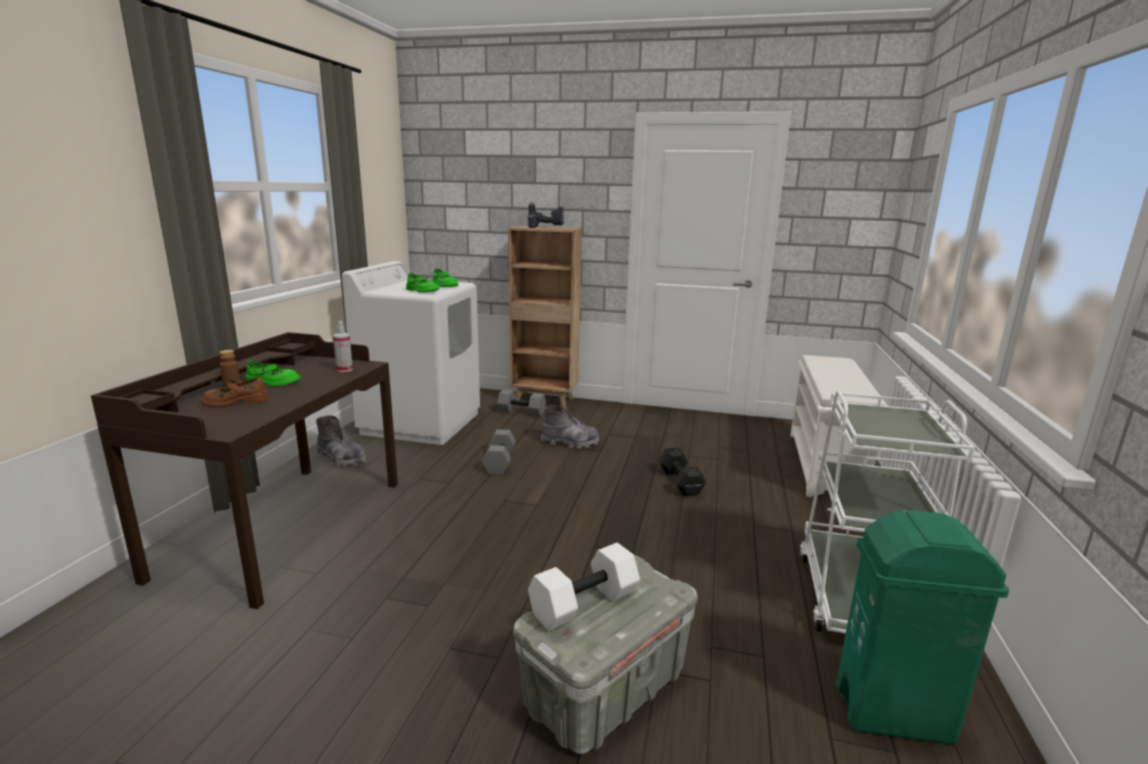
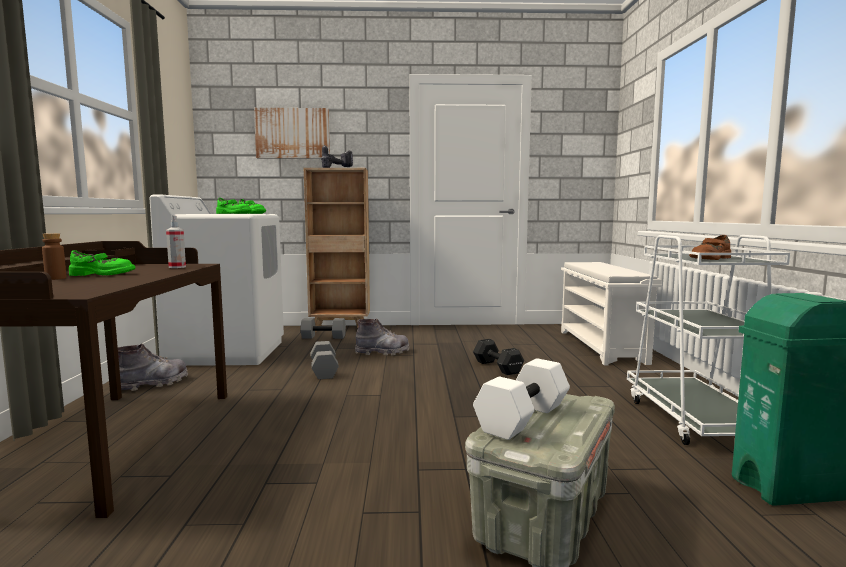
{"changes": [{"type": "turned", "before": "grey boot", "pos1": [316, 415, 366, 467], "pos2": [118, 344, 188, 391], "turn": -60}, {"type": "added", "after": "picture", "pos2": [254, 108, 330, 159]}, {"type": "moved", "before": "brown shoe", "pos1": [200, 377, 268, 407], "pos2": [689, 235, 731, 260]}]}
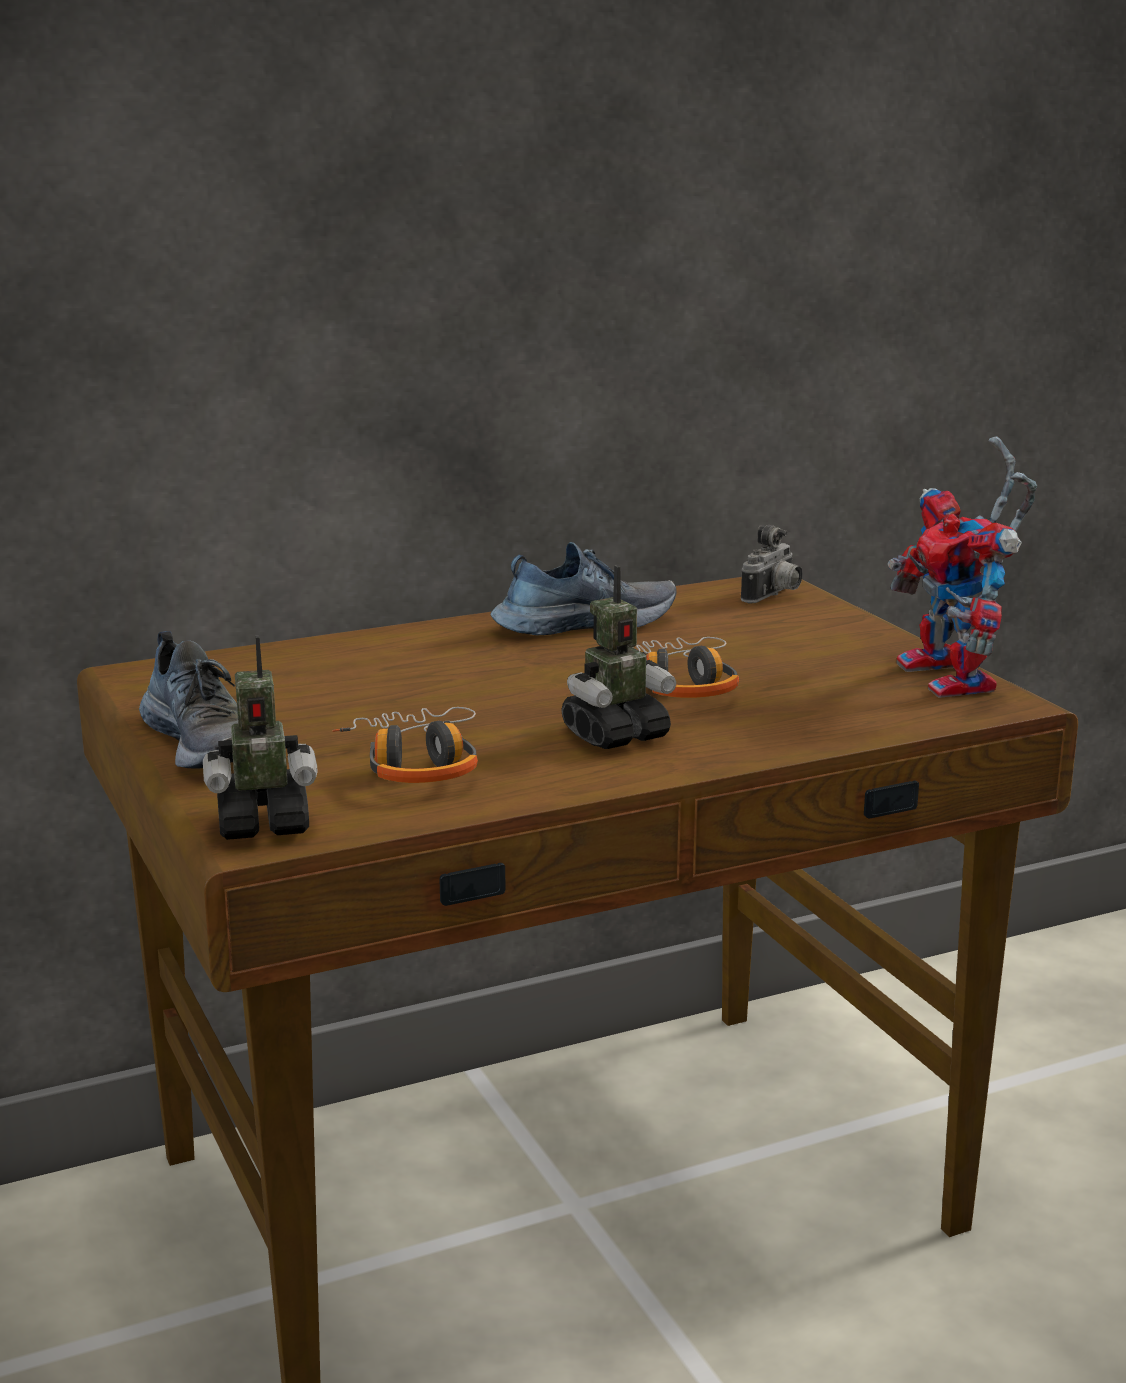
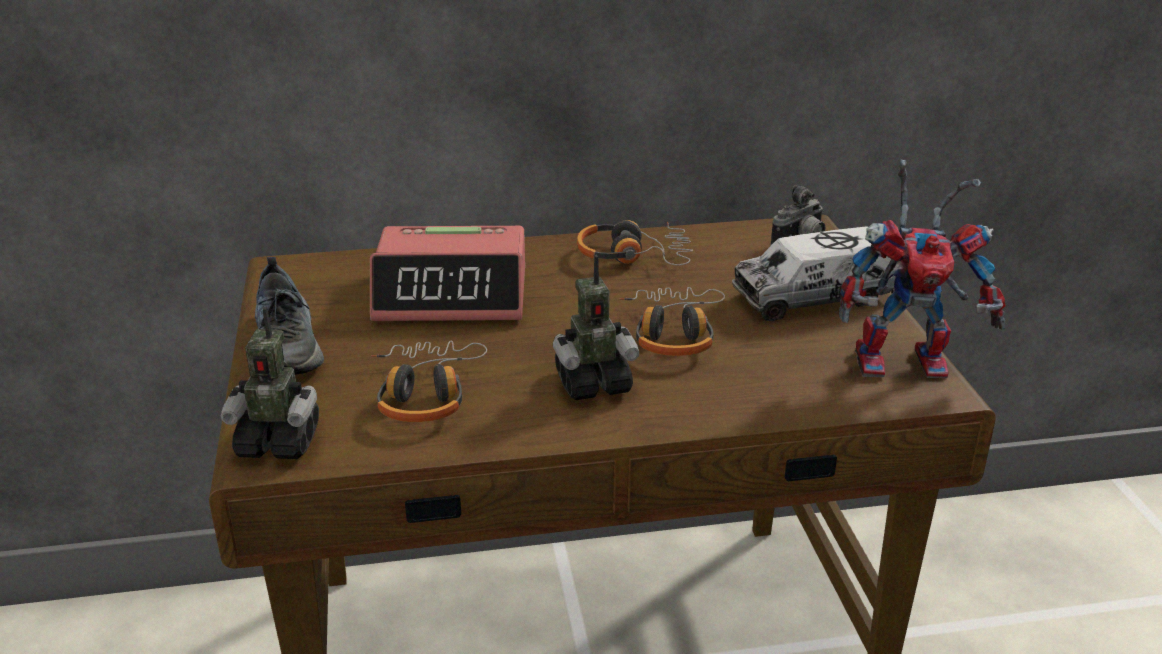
{"changes": [{"type": "added", "after": "alarm clock", "pos2": [370, 226, 525, 321]}, {"type": "replaced", "before": "shoe", "after": "headphones", "pos1": [490, 542, 677, 635], "pos2": [577, 220, 693, 265]}, {"type": "added", "after": "toy truck", "pos2": [732, 227, 895, 321]}, {"type": "turned", "before": "toy robot", "pos1": [887, 436, 1038, 698], "pos2": [839, 159, 1006, 378], "turn": -90}]}
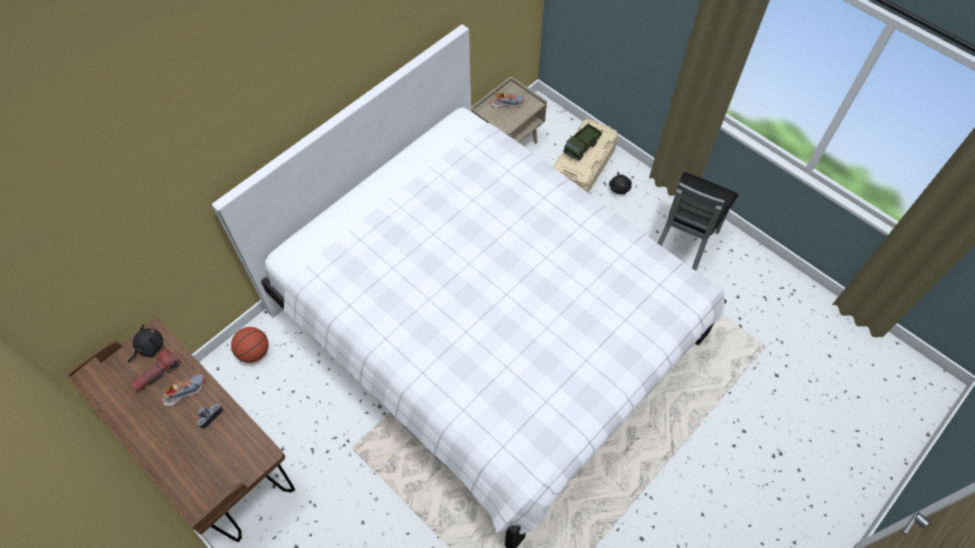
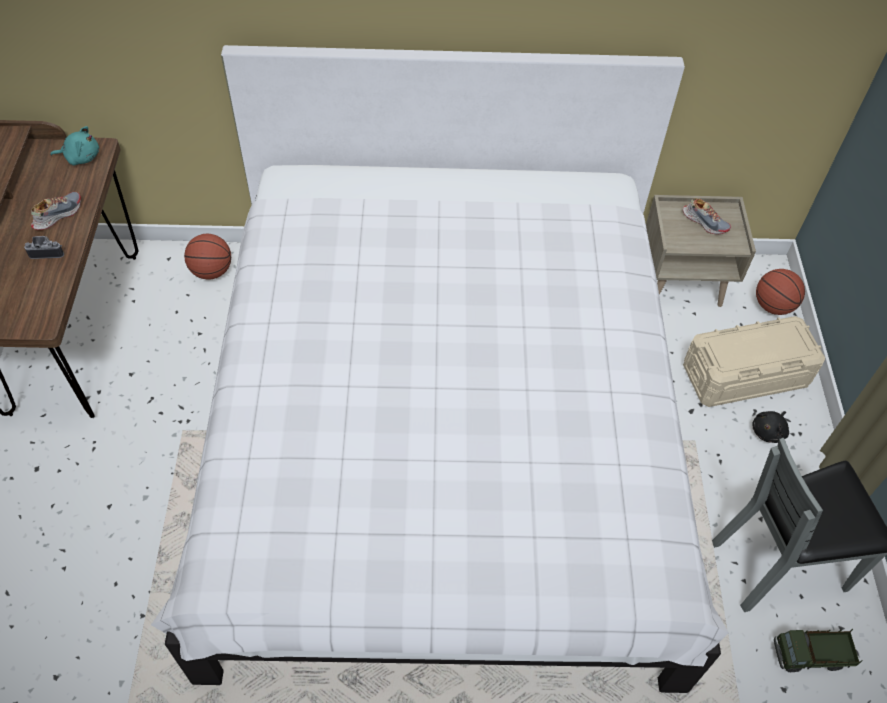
{"changes": [{"type": "turned", "before": "shoe", "pos1": [162, 374, 205, 406], "pos2": [31, 192, 81, 230], "turn": -60}, {"type": "recoloured", "before": "black plush toy", "after": "turquoise plush toy", "pos1": [128, 324, 163, 363], "pos2": [51, 126, 99, 165]}, {"type": "added", "after": "basketball", "pos2": [756, 269, 805, 315]}, {"type": "moved", "before": "toy truck", "pos1": [563, 121, 602, 161], "pos2": [774, 629, 862, 672]}, {"type": "removed", "before": "flashlight", "pos1": [130, 350, 180, 392]}]}
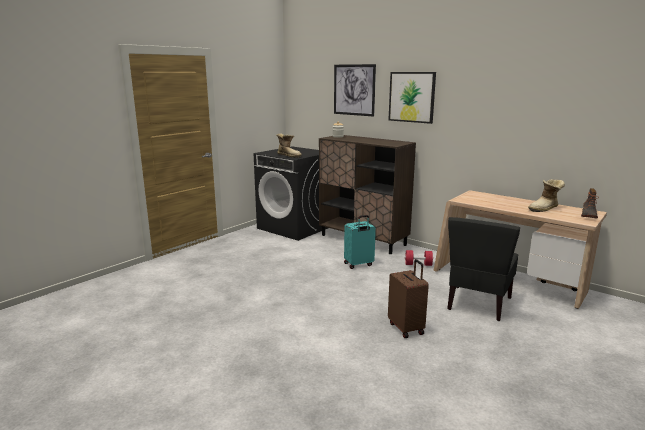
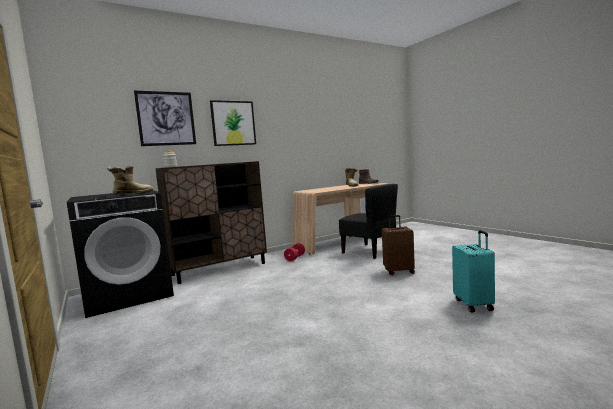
{"changes": [{"type": "moved", "before": "turquoise suitcase", "pos1": [344, 215, 376, 269], "pos2": [452, 230, 495, 313]}]}
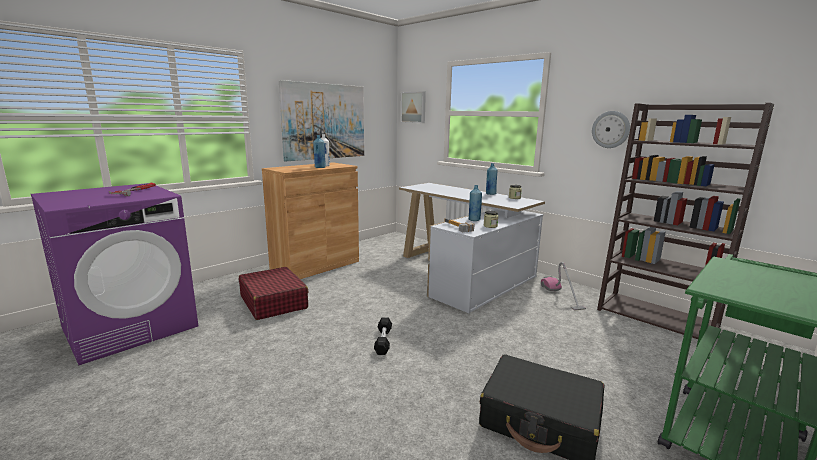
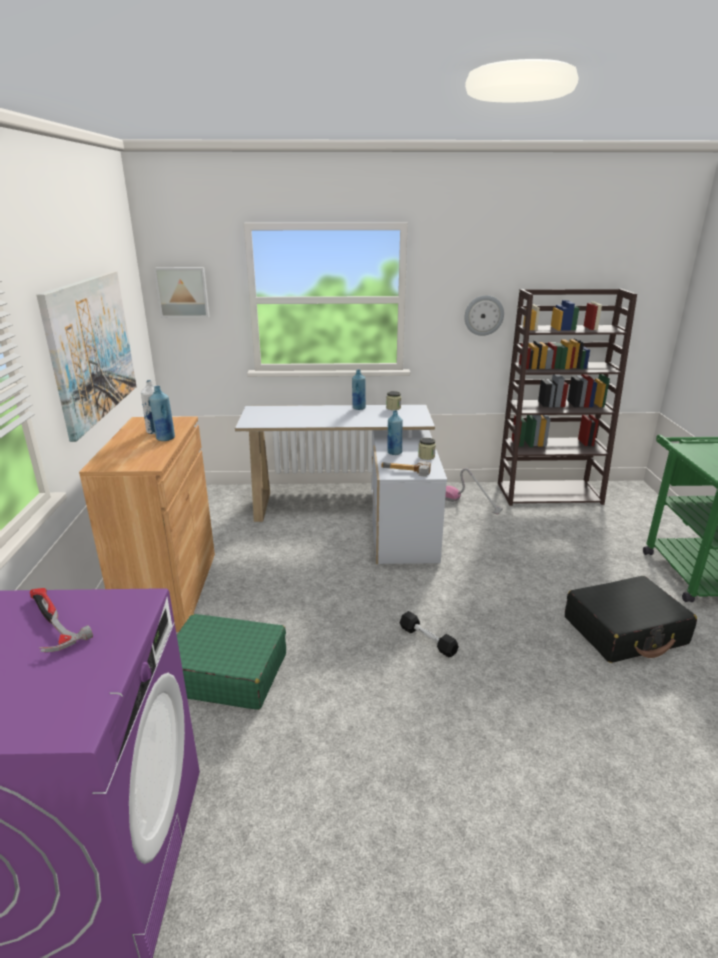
{"changes": [{"type": "recoloured", "before": "red suitcase", "after": "green suitcase", "pos1": [239, 267, 308, 320], "pos2": [177, 614, 286, 710]}]}
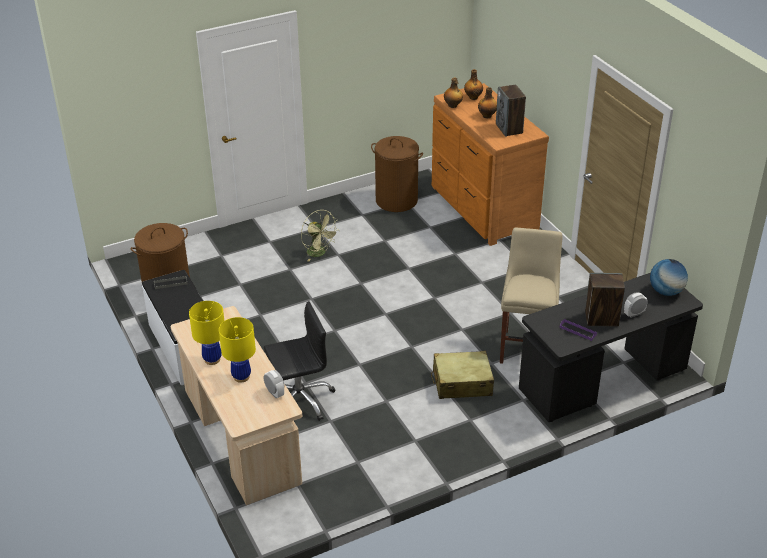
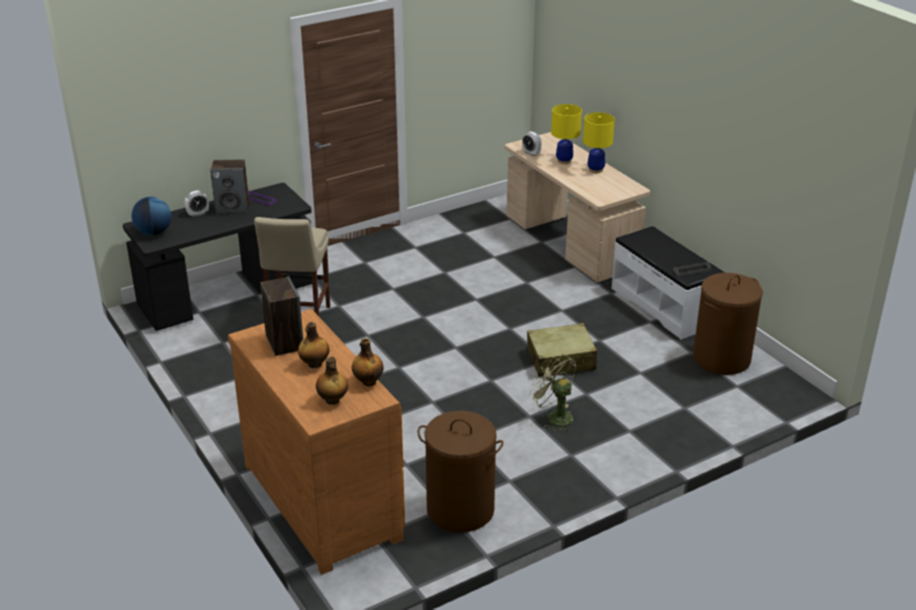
{"changes": [{"type": "moved", "before": "beige suitcase", "pos1": [431, 351, 494, 399], "pos2": [527, 323, 597, 378]}, {"type": "removed", "before": "black office chair", "pos1": [264, 301, 335, 421]}]}
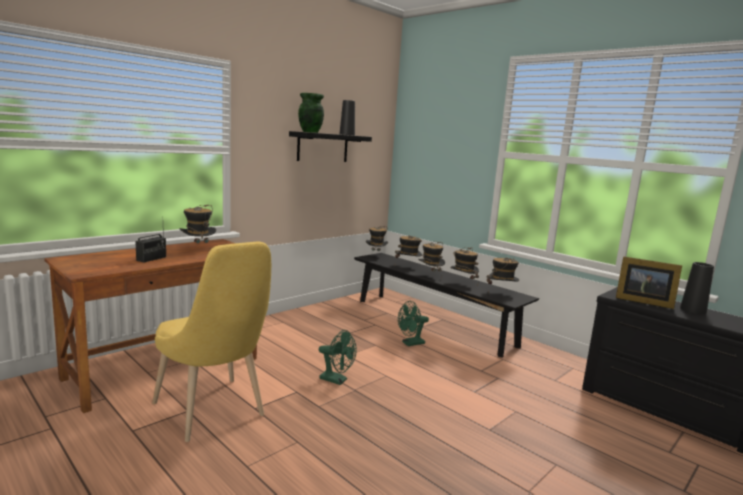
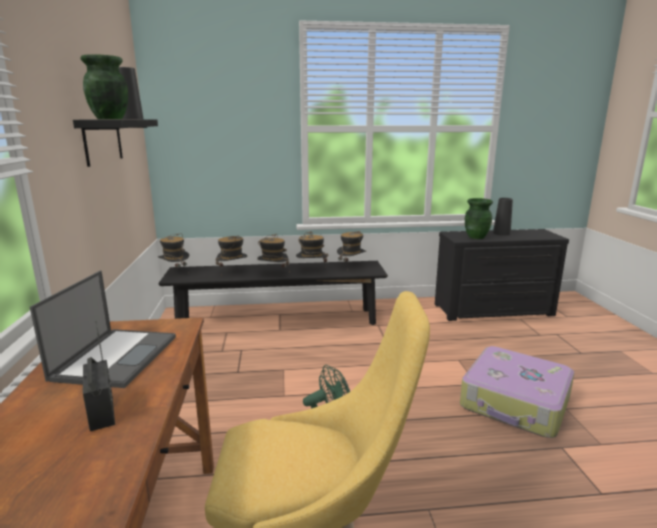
{"changes": [{"type": "replaced", "before": "hat", "after": "laptop", "pos1": [180, 205, 216, 245], "pos2": [30, 270, 176, 388]}, {"type": "added", "after": "suitcase", "pos2": [460, 346, 574, 438]}, {"type": "replaced", "before": "picture frame", "after": "green vase", "pos1": [616, 256, 682, 309], "pos2": [465, 198, 493, 239]}, {"type": "removed", "before": "green fan", "pos1": [398, 301, 429, 346]}]}
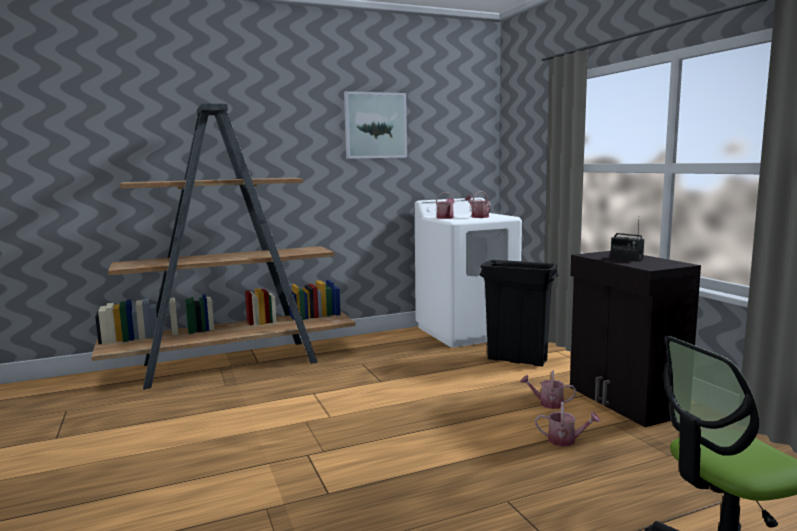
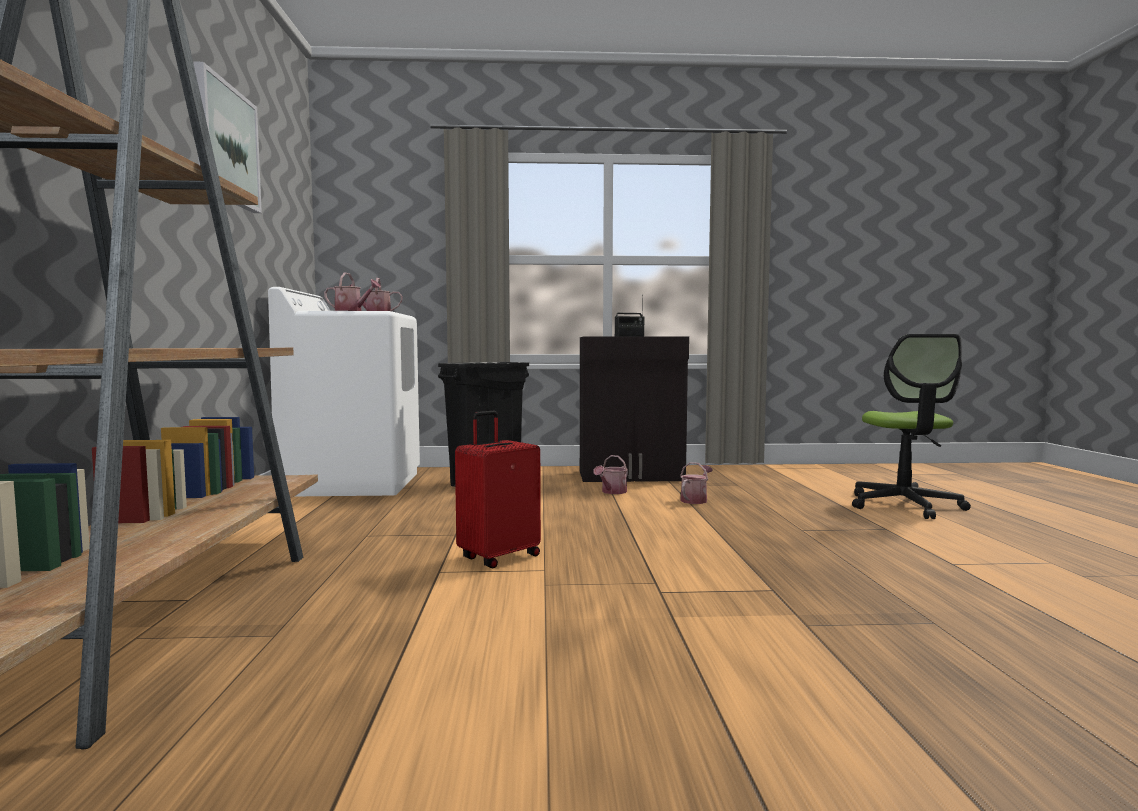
{"changes": [{"type": "added", "after": "red suitcase", "pos2": [455, 411, 541, 568]}]}
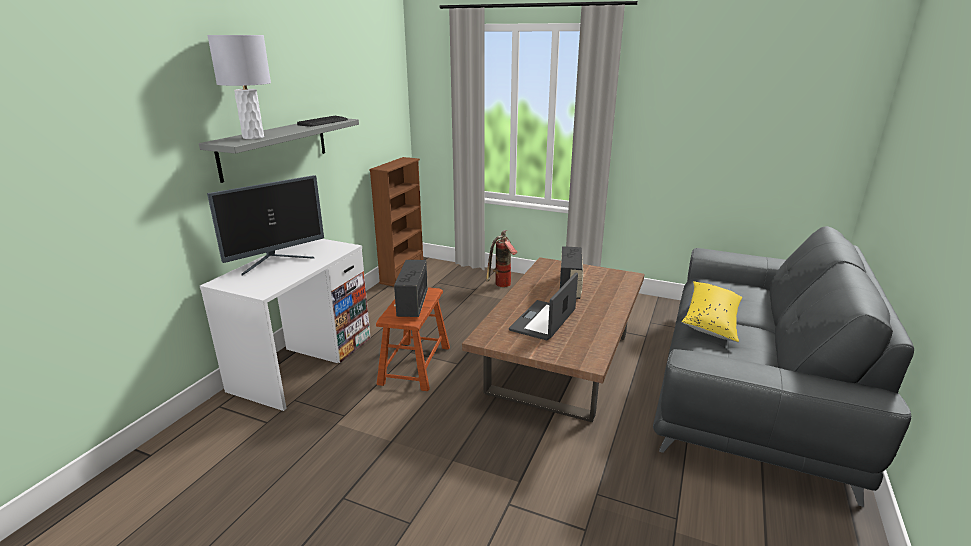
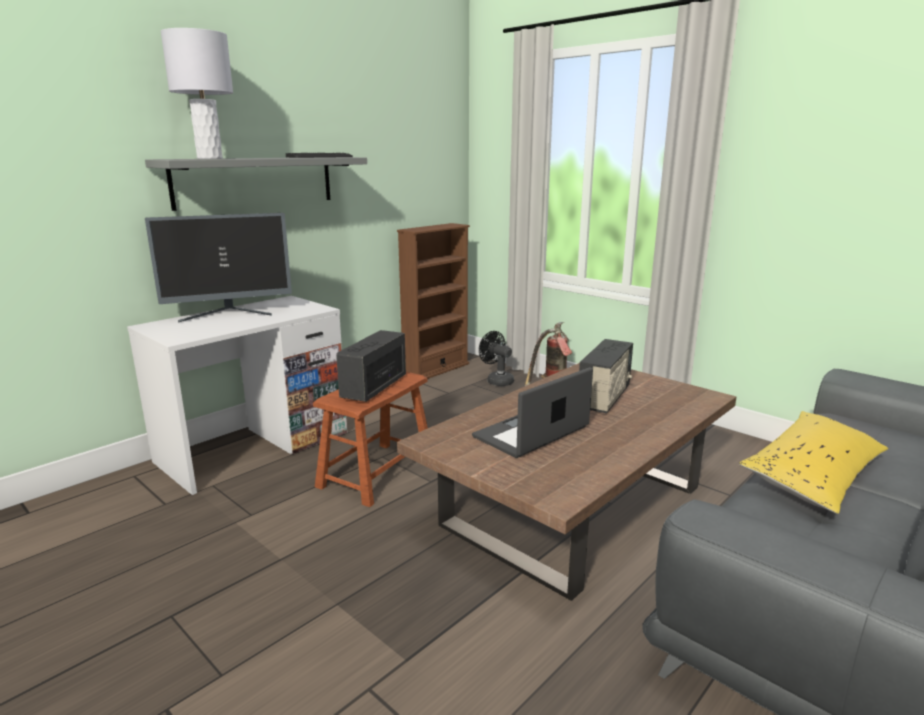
{"changes": [{"type": "added", "after": "black fan", "pos2": [479, 331, 514, 386]}]}
